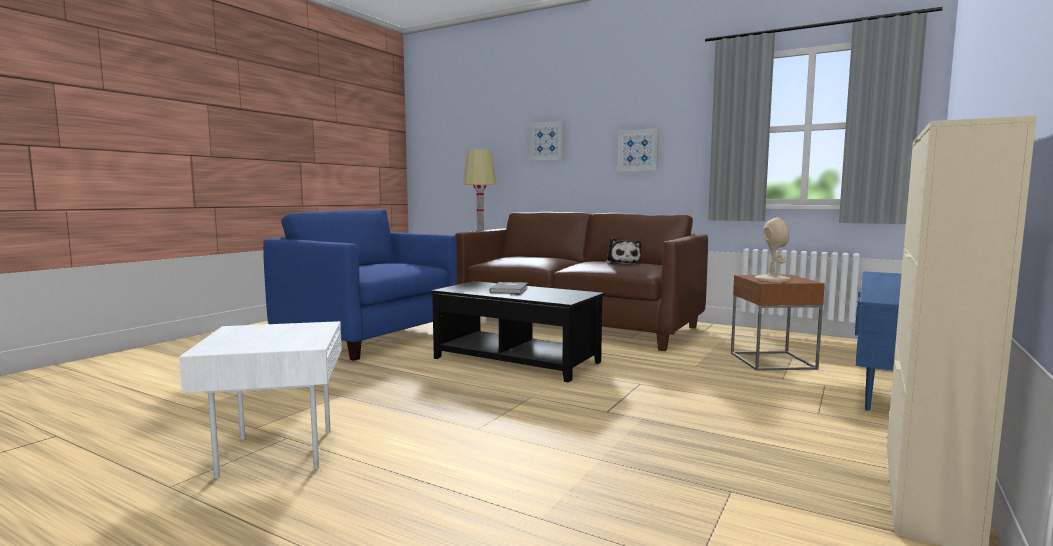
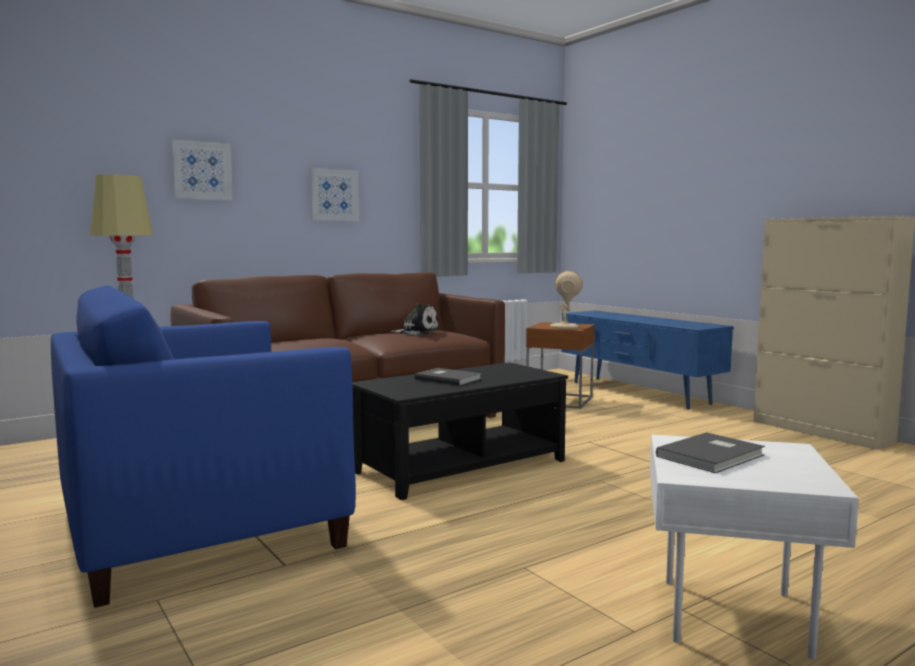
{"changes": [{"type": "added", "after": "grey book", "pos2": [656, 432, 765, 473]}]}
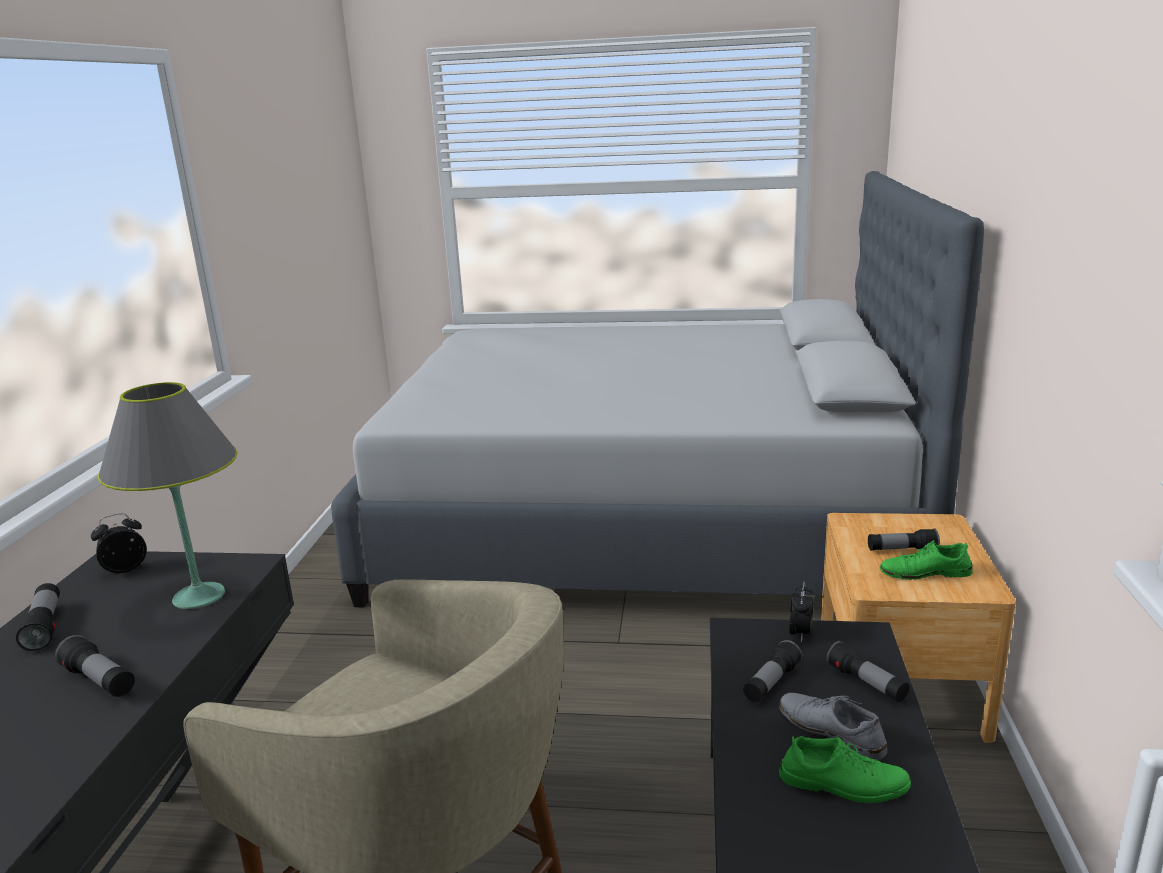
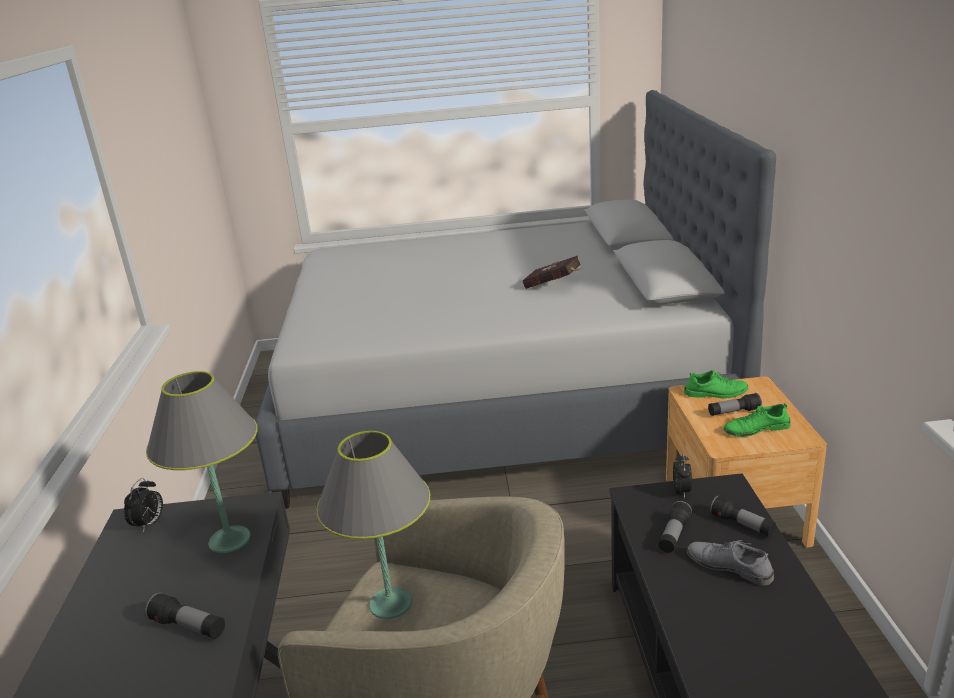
{"changes": [{"type": "turned", "before": "alarm clock", "pos1": [91, 513, 147, 573], "pos2": [124, 478, 163, 533], "turn": 150}, {"type": "added", "after": "grey table lamp", "pos2": [316, 431, 430, 619]}, {"type": "added", "after": "red book", "pos2": [523, 256, 582, 289]}, {"type": "moved", "before": "green shoe", "pos1": [779, 736, 911, 803], "pos2": [684, 370, 748, 398]}, {"type": "removed", "before": "flashlight", "pos1": [16, 583, 60, 652]}]}
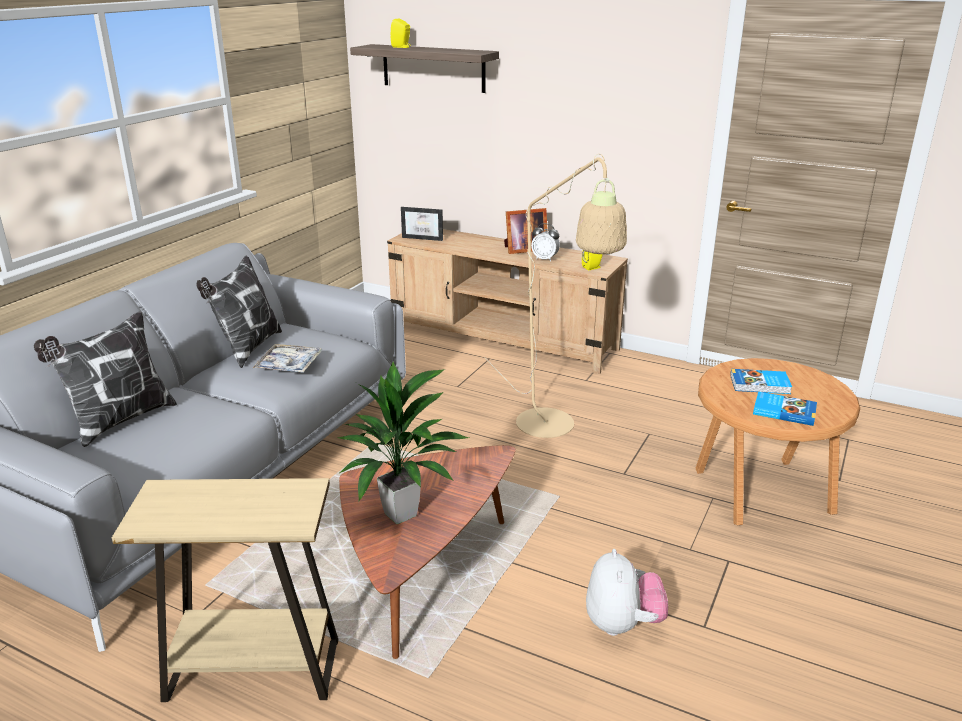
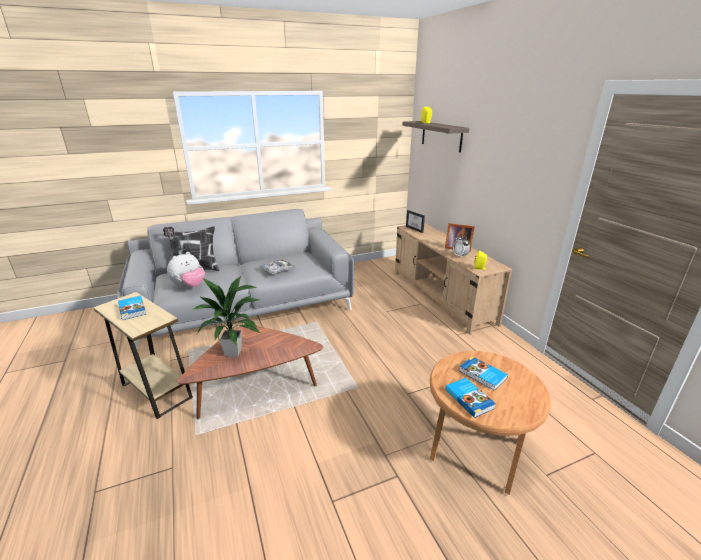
{"changes": [{"type": "added", "after": "book", "pos2": [118, 296, 146, 320]}, {"type": "moved", "before": "plush toy", "pos1": [586, 549, 668, 636], "pos2": [167, 252, 205, 288]}, {"type": "removed", "before": "pillow", "pos1": [196, 255, 282, 368]}, {"type": "removed", "before": "beige floor lamp", "pos1": [484, 154, 627, 438]}]}
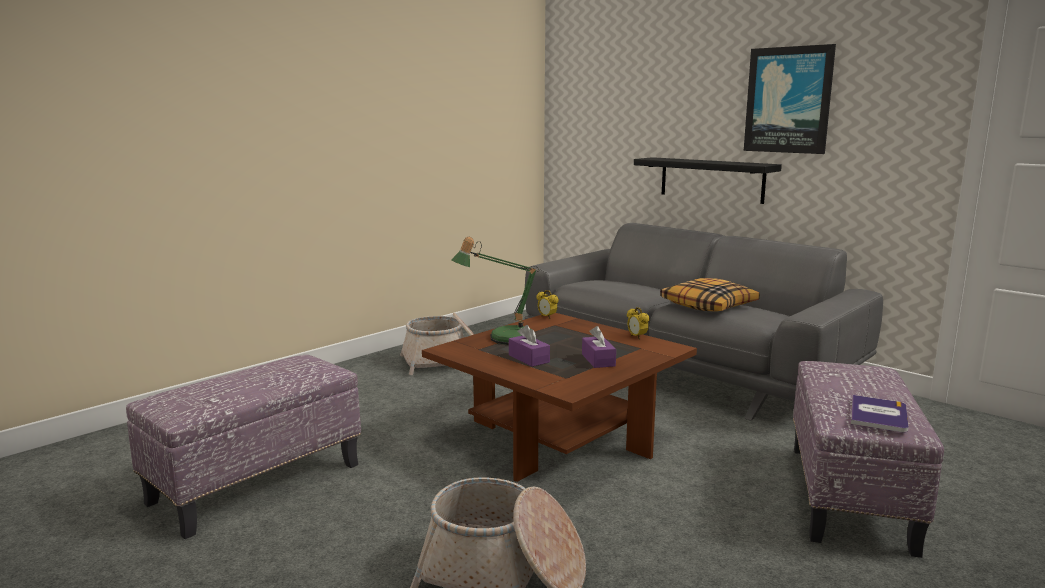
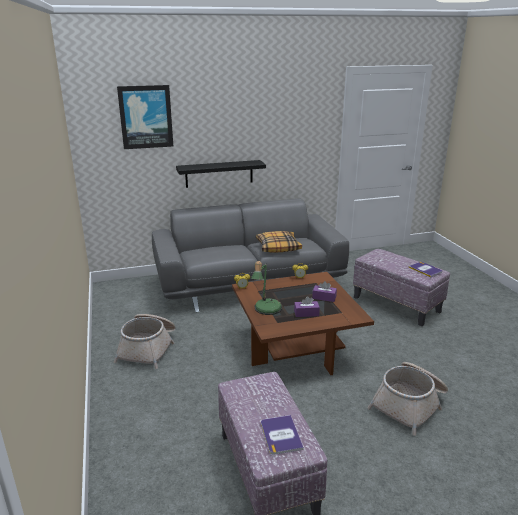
{"changes": [{"type": "moved", "before": "picture", "pos1": [744, 44, 836, 154], "pos2": [117, 85, 173, 149]}, {"type": "added", "after": "book", "pos2": [261, 415, 304, 455]}]}
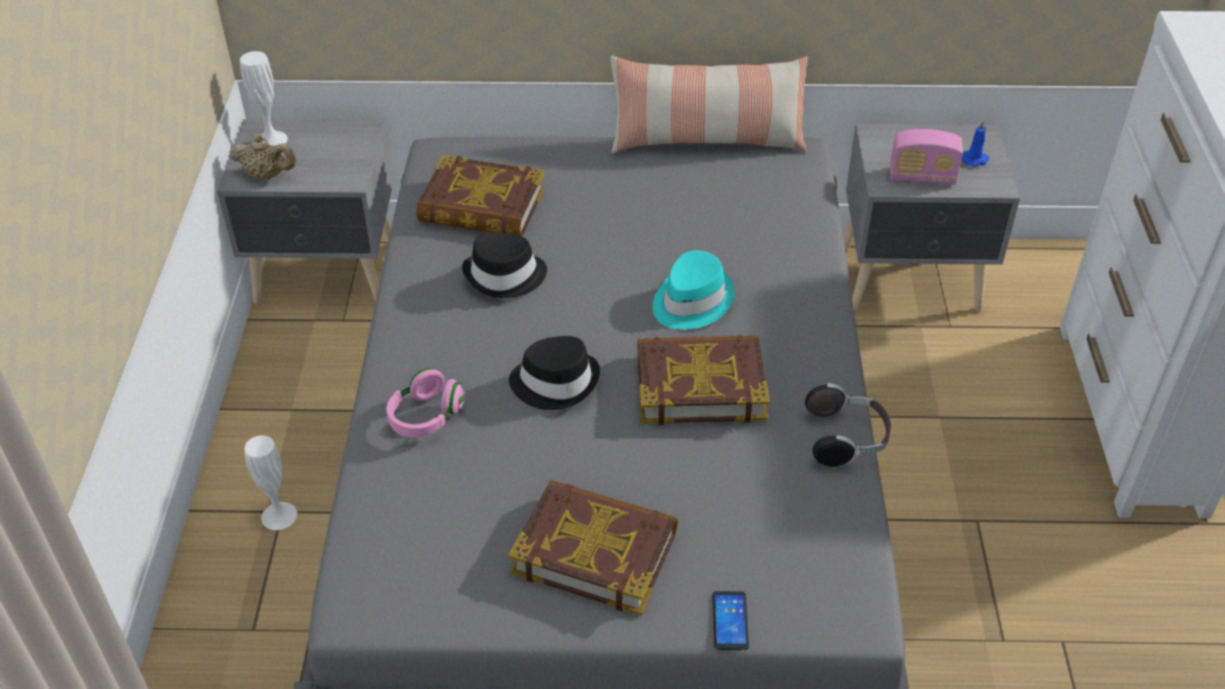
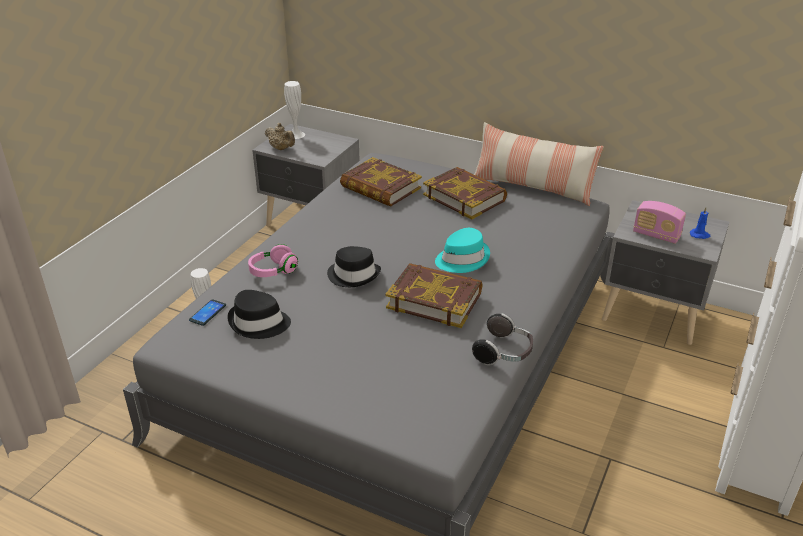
{"changes": [{"type": "moved", "before": "phone", "pos1": [712, 591, 749, 650], "pos2": [189, 299, 226, 326]}, {"type": "moved", "before": "black hat", "pos1": [462, 233, 547, 298], "pos2": [227, 290, 291, 339]}, {"type": "moved", "before": "book", "pos1": [508, 480, 678, 616], "pos2": [423, 167, 507, 220]}]}
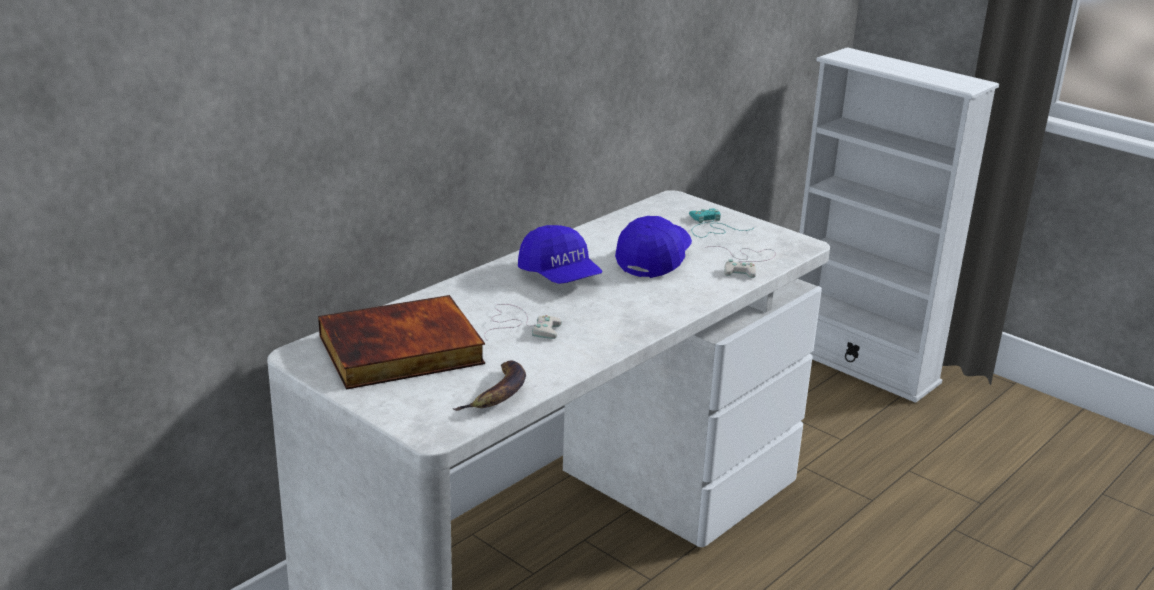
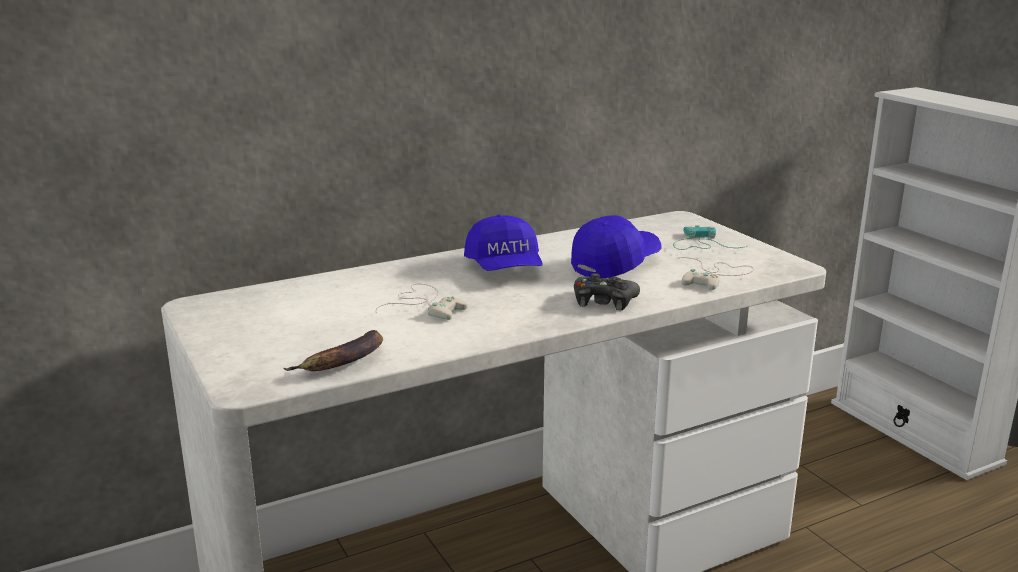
{"changes": [{"type": "added", "after": "black game controller", "pos2": [574, 273, 640, 310]}, {"type": "removed", "before": "book", "pos1": [318, 295, 485, 390]}]}
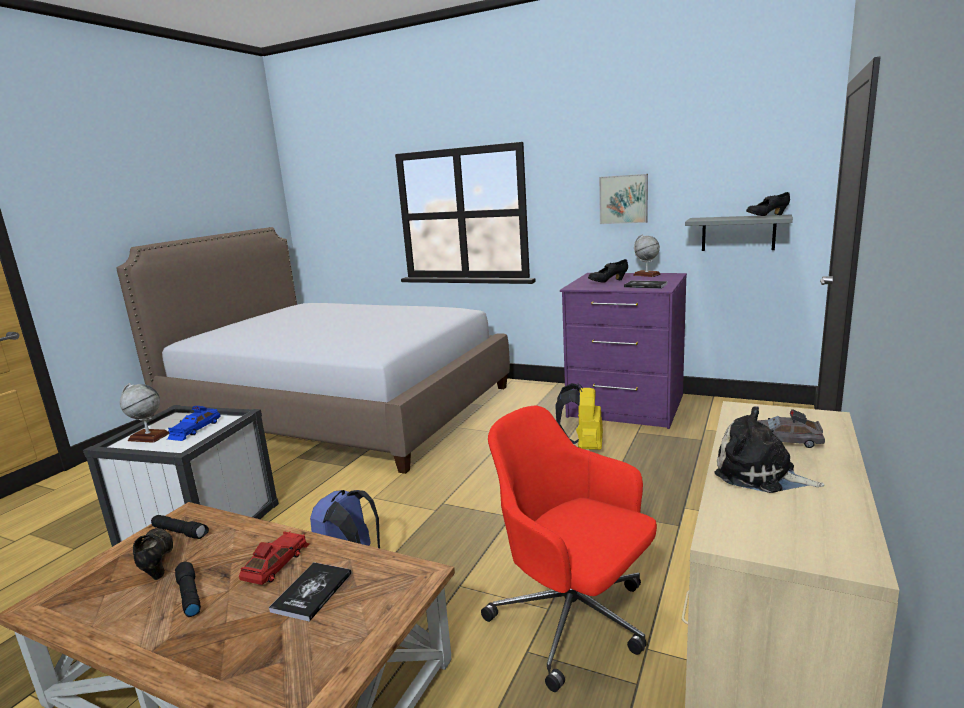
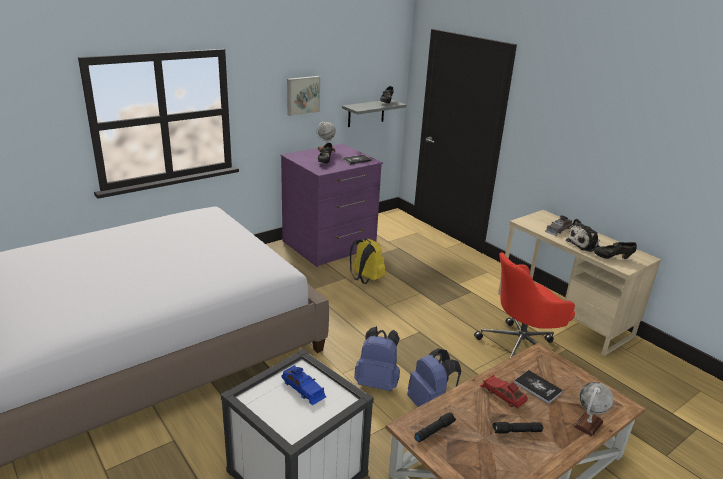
{"changes": [{"type": "added", "after": "blue backpack", "pos2": [354, 326, 400, 391]}, {"type": "moved", "before": "globe", "pos1": [120, 383, 169, 443], "pos2": [573, 382, 614, 437]}, {"type": "moved", "before": "black shoe", "pos1": [133, 528, 173, 580], "pos2": [594, 242, 637, 259]}]}
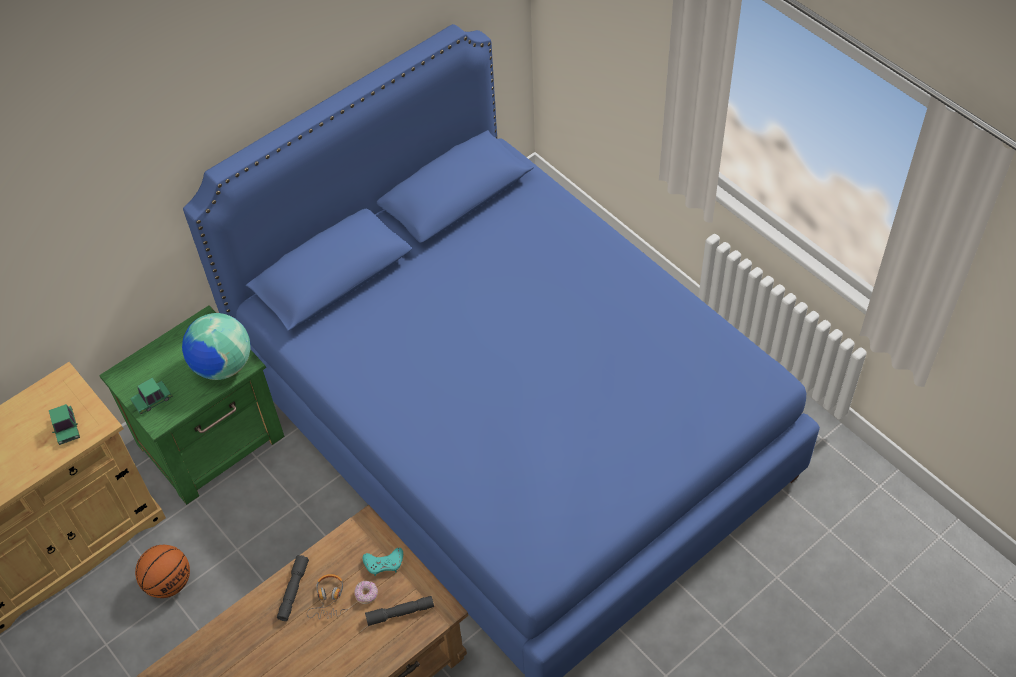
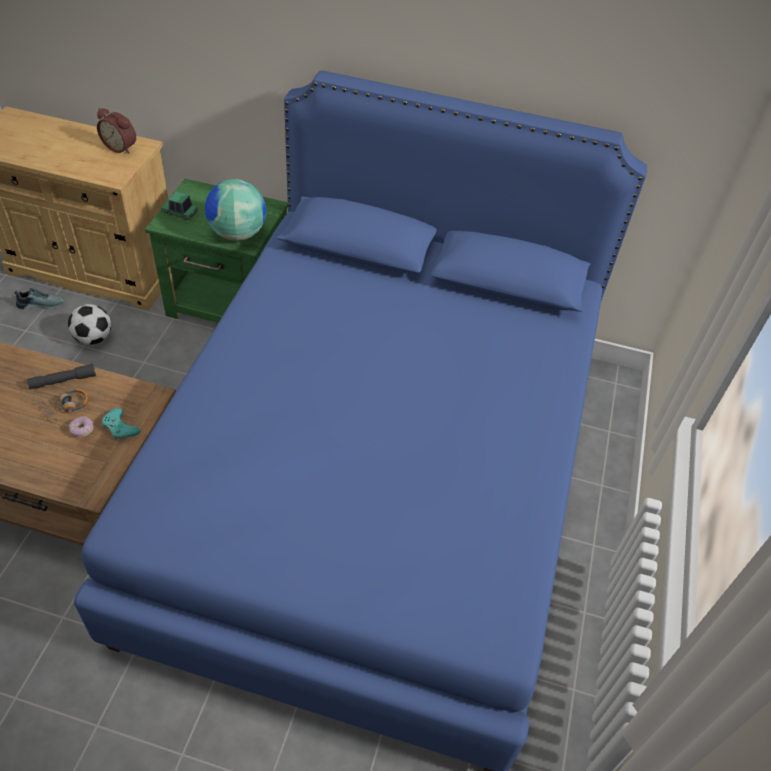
{"changes": [{"type": "added", "after": "shoe", "pos2": [15, 288, 64, 309]}, {"type": "replaced", "before": "basketball", "after": "football", "pos1": [135, 545, 190, 598], "pos2": [68, 304, 111, 345]}, {"type": "added", "after": "alarm clock", "pos2": [97, 108, 136, 154]}, {"type": "removed", "before": "toy car", "pos1": [49, 404, 80, 445]}, {"type": "removed", "before": "grey flashlight", "pos1": [365, 596, 434, 626]}]}
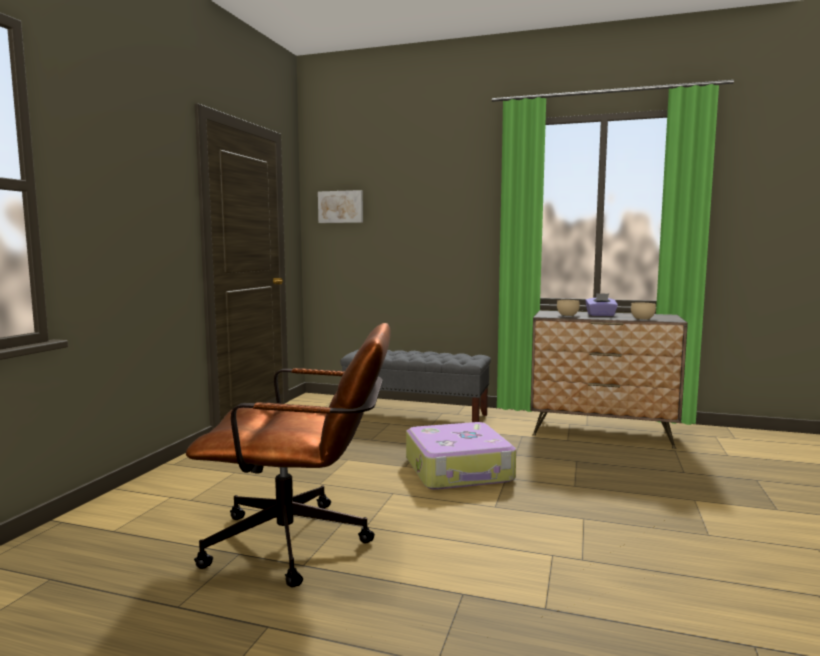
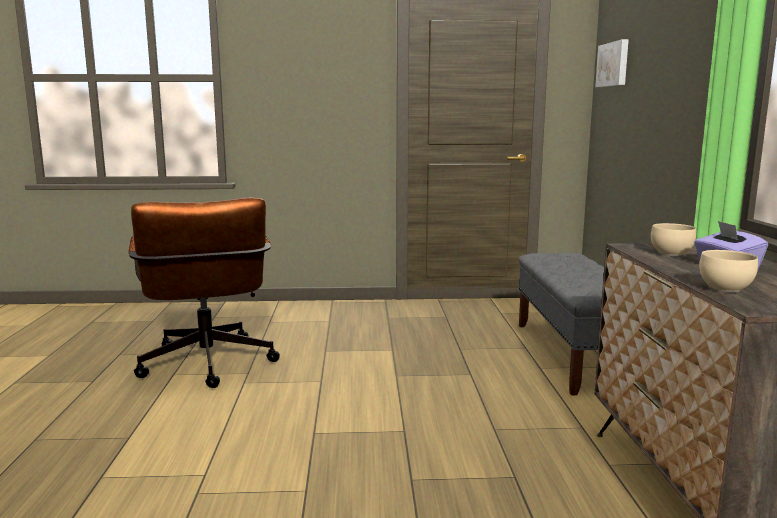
{"changes": [{"type": "removed", "before": "suitcase", "pos1": [406, 422, 516, 490]}]}
